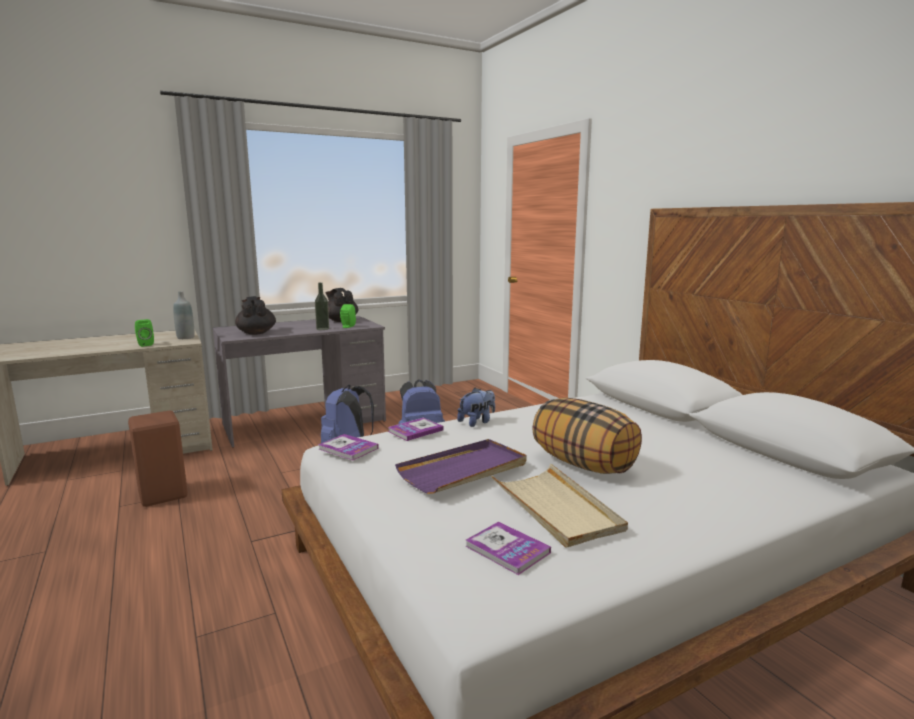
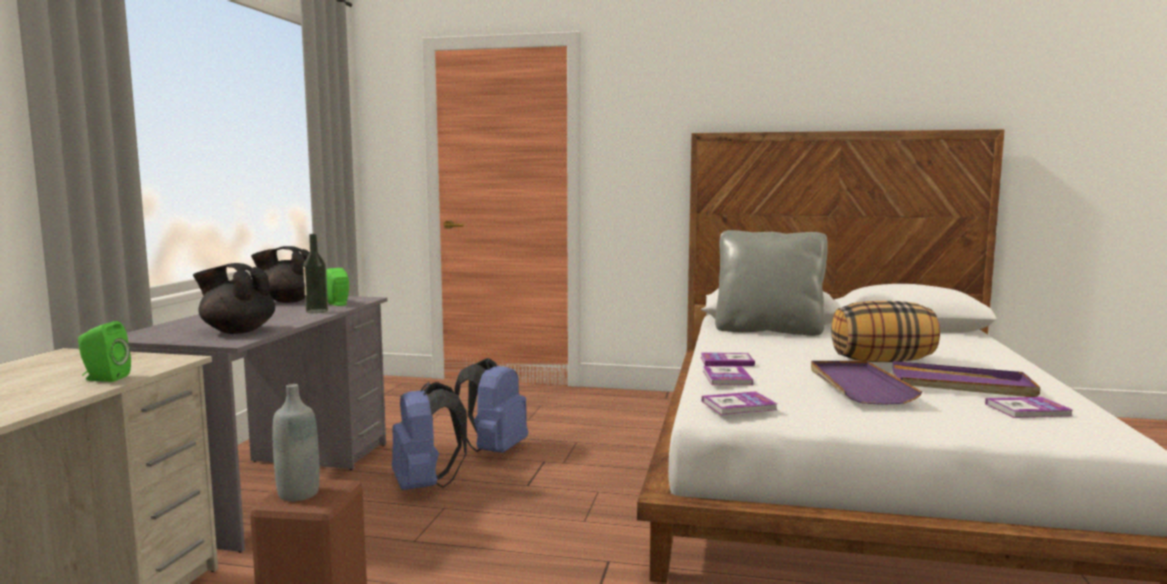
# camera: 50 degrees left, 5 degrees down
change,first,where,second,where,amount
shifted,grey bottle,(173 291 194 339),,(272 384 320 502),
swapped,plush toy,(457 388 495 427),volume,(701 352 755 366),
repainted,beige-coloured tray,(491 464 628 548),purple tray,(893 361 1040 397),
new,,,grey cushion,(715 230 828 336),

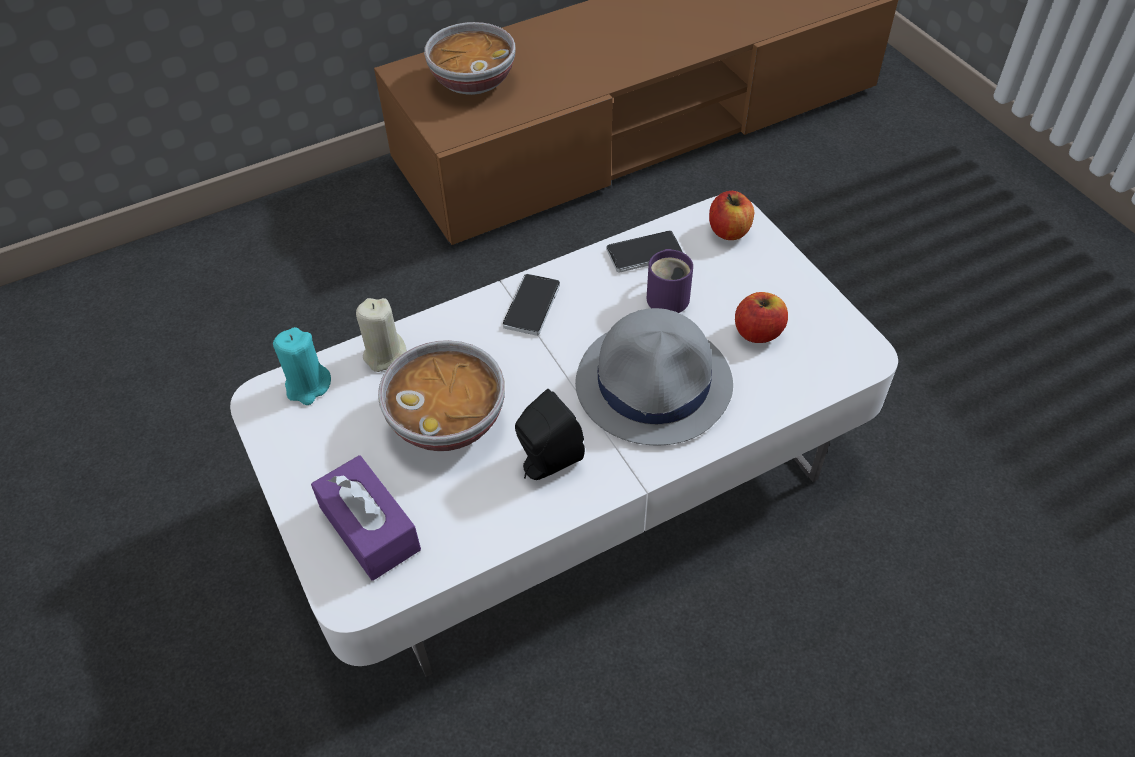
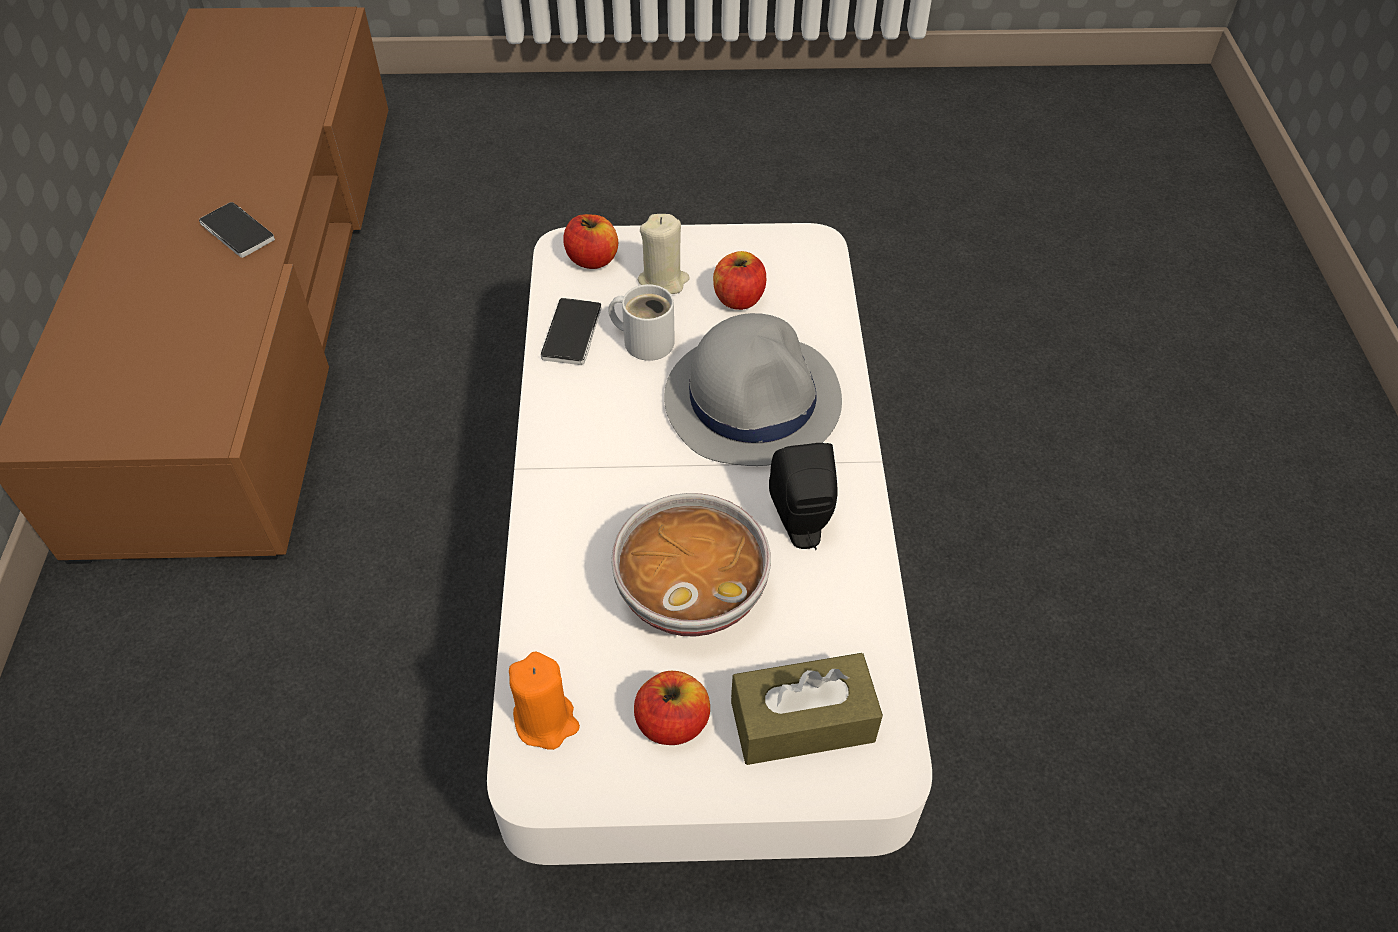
# camera: 65 degrees left, 0 degrees up
change,first,where,second,where,amount
gone,bowl,(424 22 516 95),,,
repainted,purple coffee mug,(647 249 693 313),white-coloured coffee mug,(608 284 675 361),
shifted,phone,(503 274 560 336),,(199 202 275 258),
shifted,beige-coloured wax light,(356 298 407 372),,(638 214 690 294),
repainted,turquoise-coloured wax light,(273 327 331 405),orange wax light,(509 652 580 750),
repainted,purple tissue box,(311 455 421 581),brown-coloured tissue box,(731 653 883 765),
new,,,apple fruit,(634 671 710 745),

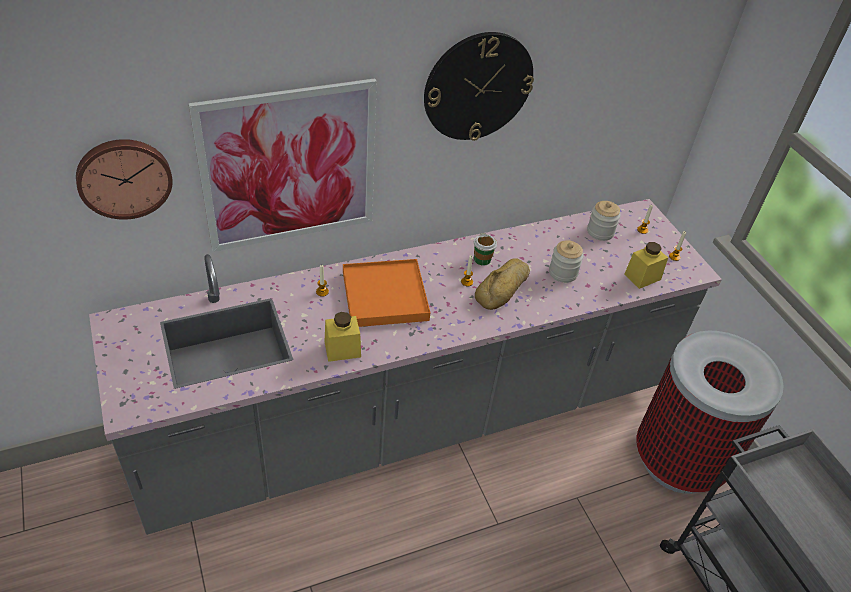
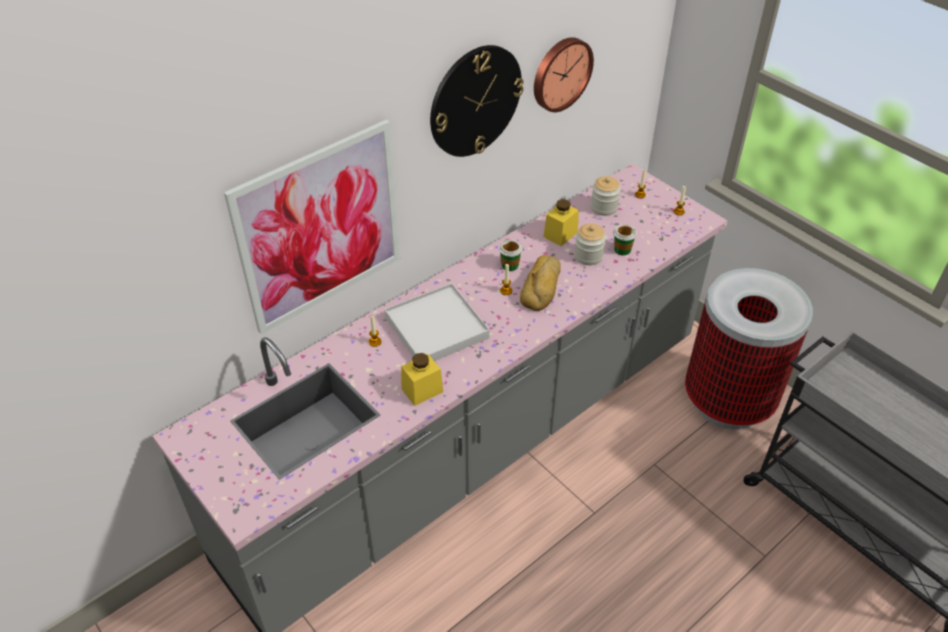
# camera: 15 degrees left, 0 degrees up
change,first,where,second,where,amount
shifted,wall clock,(76 139 173 220),,(534 37 594 112),
shifted,yellow-coloured jar,(624 242 668 289),,(544 199 579 246),
repainted,orange tray,(343 259 430 327),white-coloured tray,(384 283 490 361),
new,,,drinking cup,(613 224 637 256),

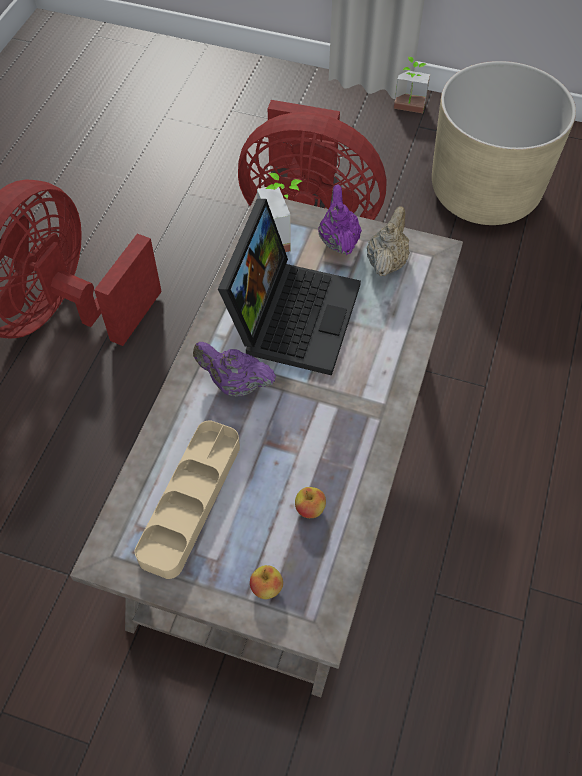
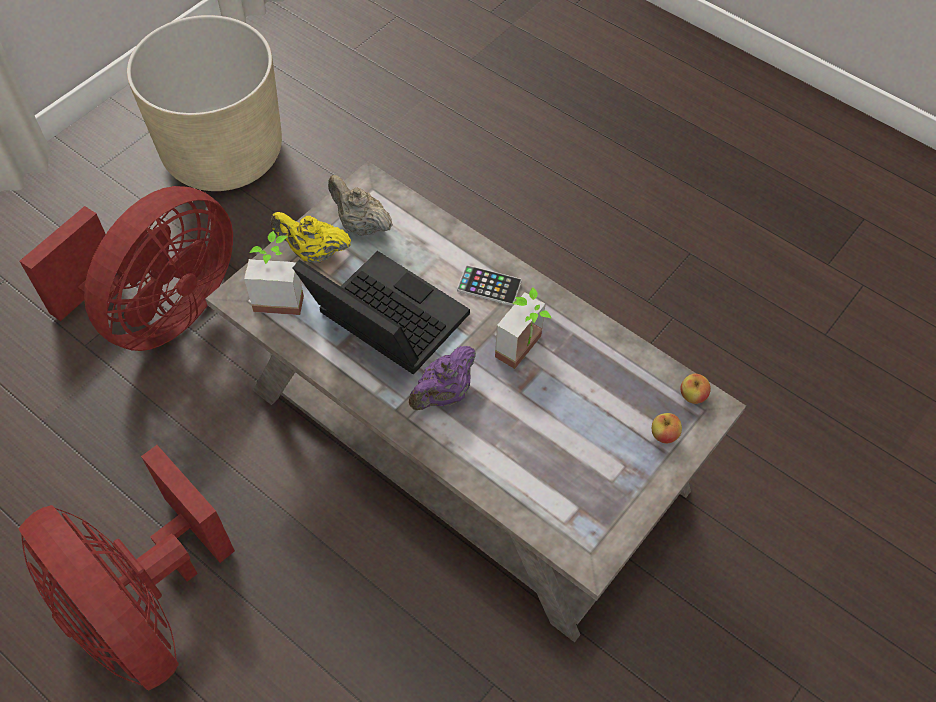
# camera: 70 degrees left, 0 degrees up
change,first,where,second,where,amount
shifted,plant in a pot,(394 57 430 113),,(495 287 551 369),
repainted,purple pot for tea,(318 185 362 255),yellow-coloured pot for tea,(271 212 351 263),
gone,beige-coloured tray,(135 420 240 579),,,
shifted,apple fruit,(295 487 326 518),,(680 374 711 404),
new,,,phone,(457 265 522 306),

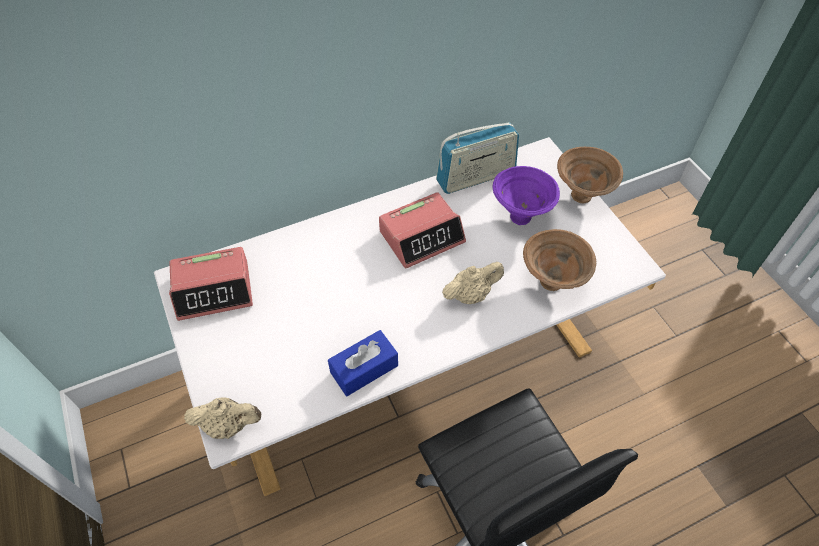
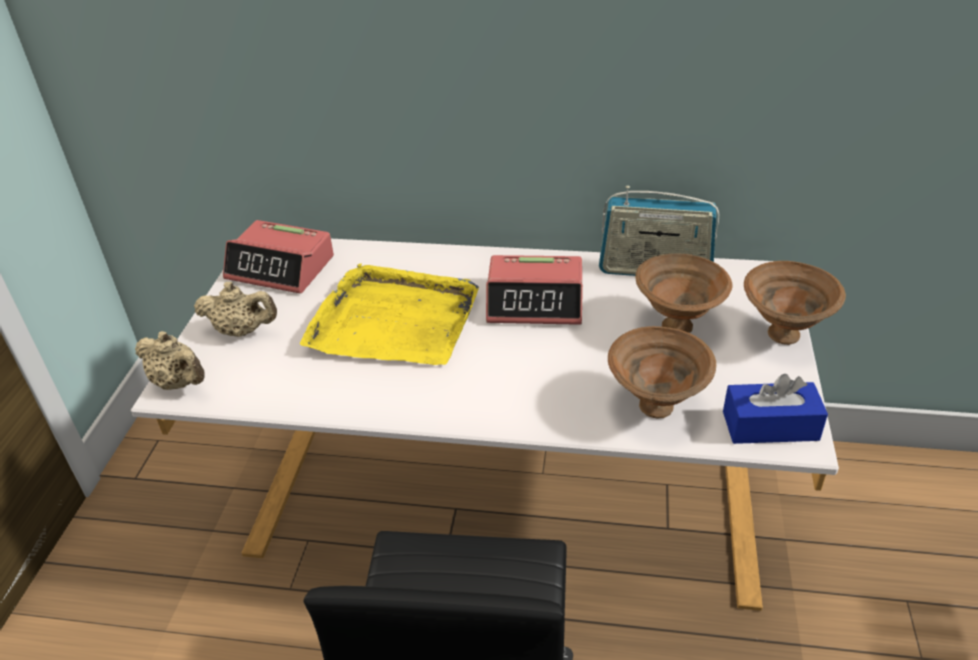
# camera: 35 degrees right, 15 degrees down
change,first,where,second,where,amount
repainted,purple bowl,(492 166 560 225),brown-coloured bowl,(635 253 733 333),
shifted,beige-coloured pot for tea,(442 262 504 304),,(194 282 277 337),
shifted,bluish tissue box,(328 330 398 396),,(723 374 828 444),
new,,,yellow-coloured tray,(300 263 479 365),

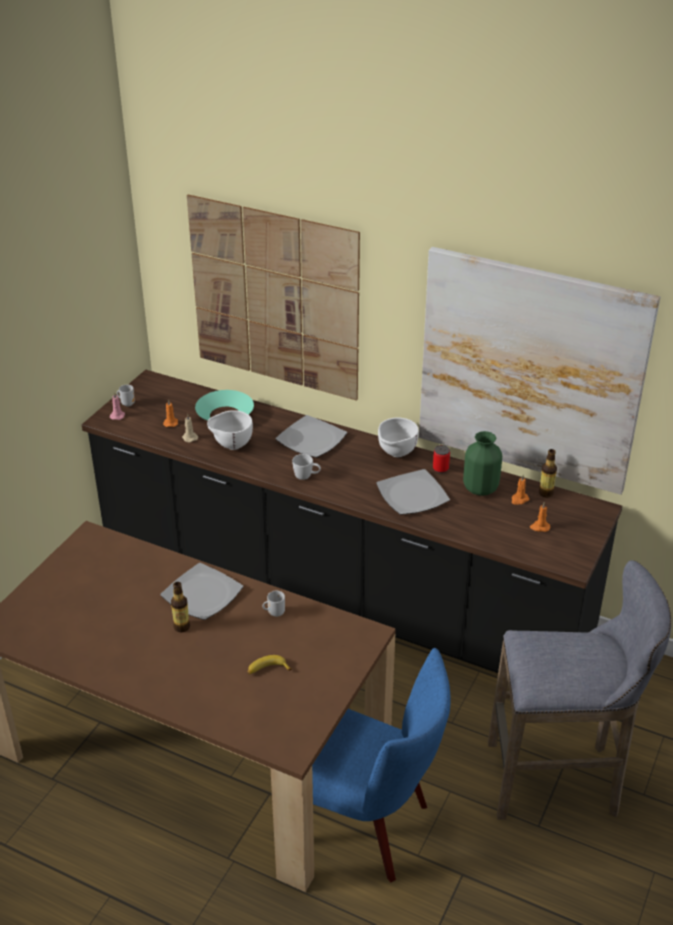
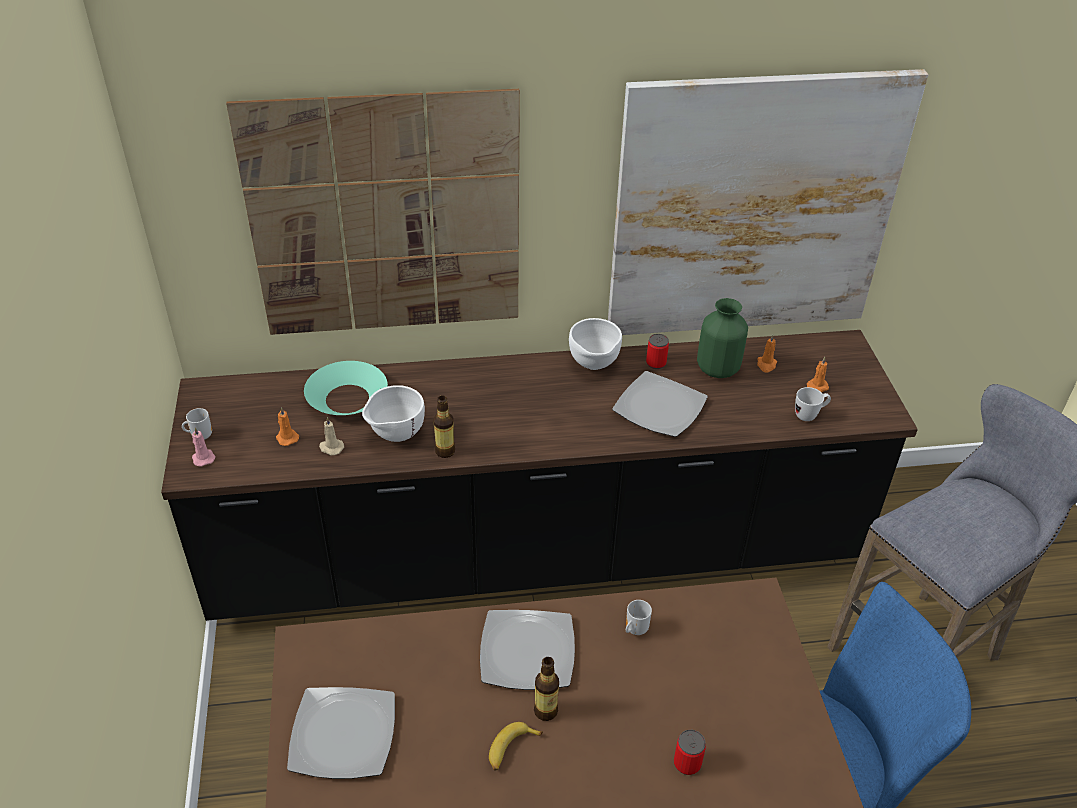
# camera: 35 degrees left, 5 degrees up
change,first,where,second,where,amount
shifted,flat dish,(275 415 347 458),,(287 687 395 779),
shifted,bottle,(539 449 557 498),,(433 396 455 458),
shifted,white-coloured coffee mug,(292 454 321 480),,(795 387 831 421),
shifted,banana,(247 655 292 675),,(489 722 543 771),
new,,,metal can,(674 730 706 775),

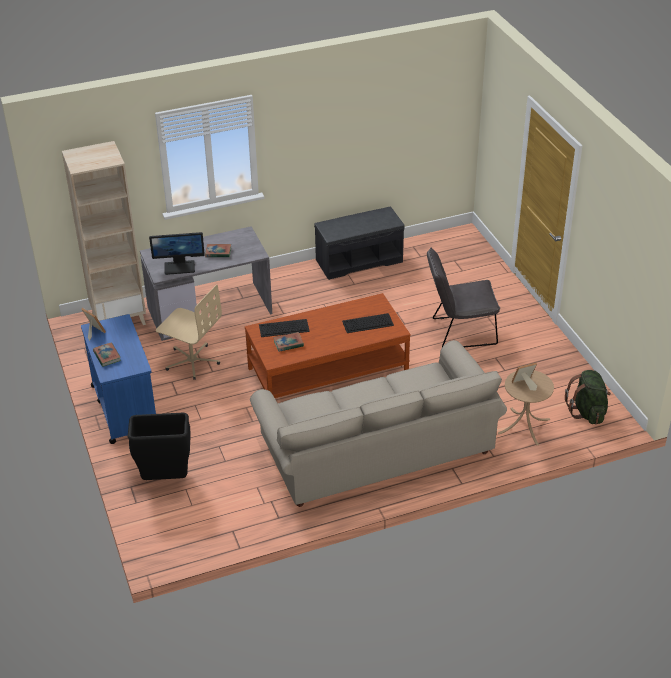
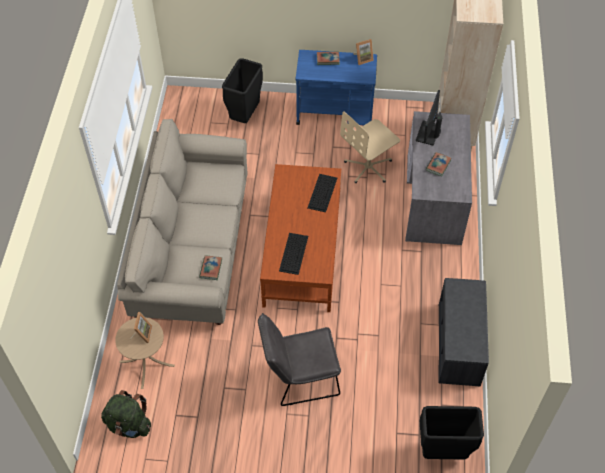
# camera: 115 degrees right, 15 degrees up
change,first,where,second,where,amount
rotated,grey plain chair,(427 247 500 347),,(258 313 341 406),120 degrees counterclockwise
shifted,volume,(273 332 304 352),,(199 255 222 280),
new,,,blackish waste bin,(420 406 484 460),

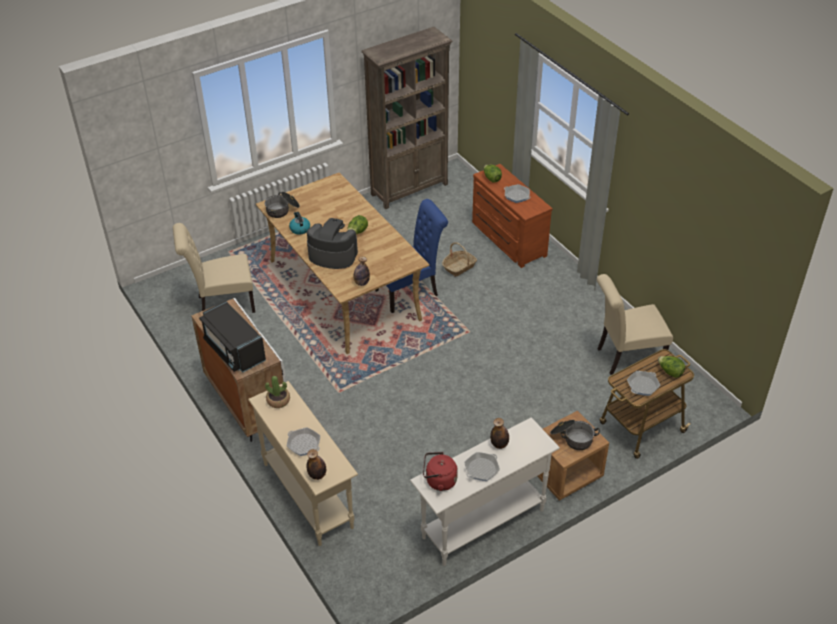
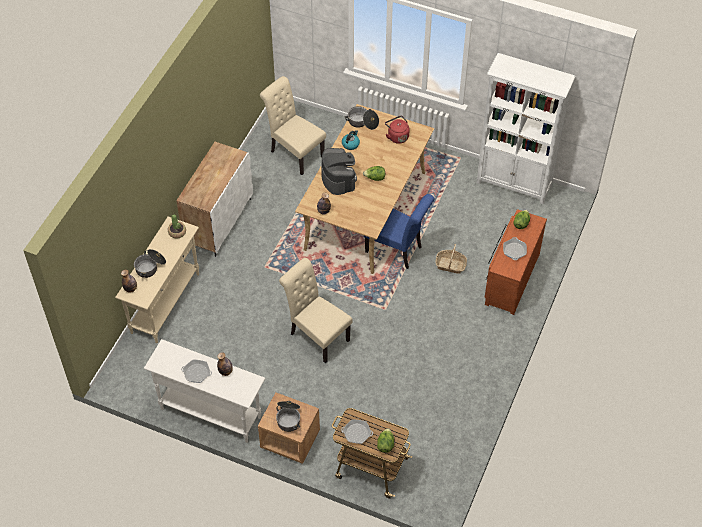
# camera: 55 degrees right, 10 degrees up
change,first,where,second,where,amount
repainted,brown-coloured shelving unit,(361 27 453 209),white-coloured shelving unit,(476 53 576 204),
shifted,beige-coloured plain chair,(597 274 673 375),,(279 258 353 363),
gone,blackish kitchen microwave,(199 301 266 373),,,
swapped,frying pan,(287 427 320 456),saucepot,(134 249 166 278),
shifted,red water kettle,(423 452 458 491),,(385 116 409 144),

